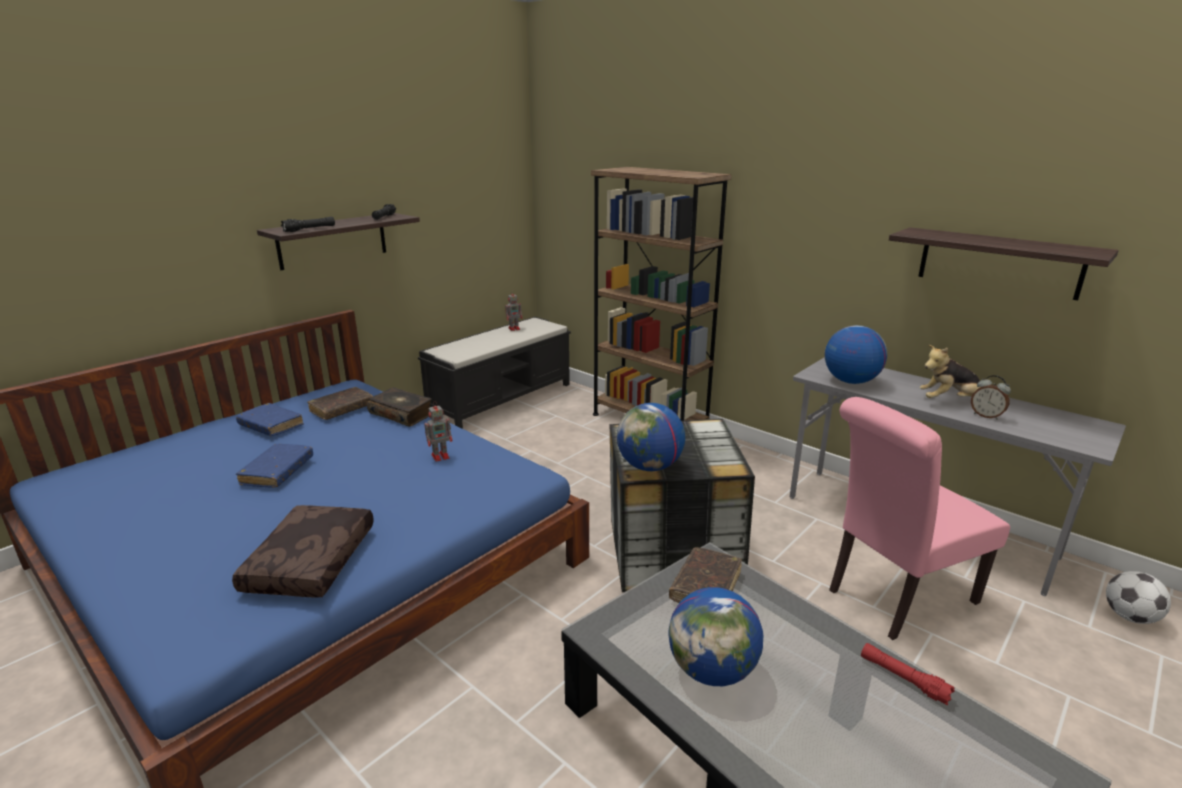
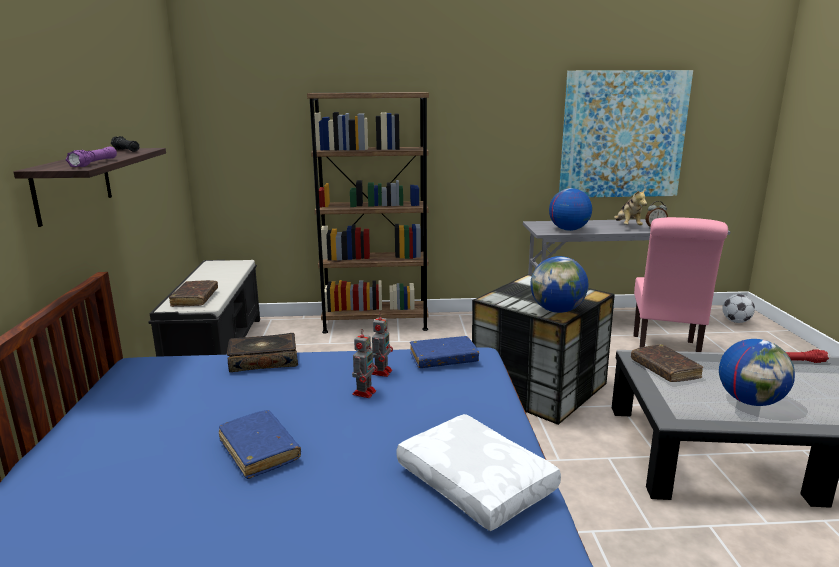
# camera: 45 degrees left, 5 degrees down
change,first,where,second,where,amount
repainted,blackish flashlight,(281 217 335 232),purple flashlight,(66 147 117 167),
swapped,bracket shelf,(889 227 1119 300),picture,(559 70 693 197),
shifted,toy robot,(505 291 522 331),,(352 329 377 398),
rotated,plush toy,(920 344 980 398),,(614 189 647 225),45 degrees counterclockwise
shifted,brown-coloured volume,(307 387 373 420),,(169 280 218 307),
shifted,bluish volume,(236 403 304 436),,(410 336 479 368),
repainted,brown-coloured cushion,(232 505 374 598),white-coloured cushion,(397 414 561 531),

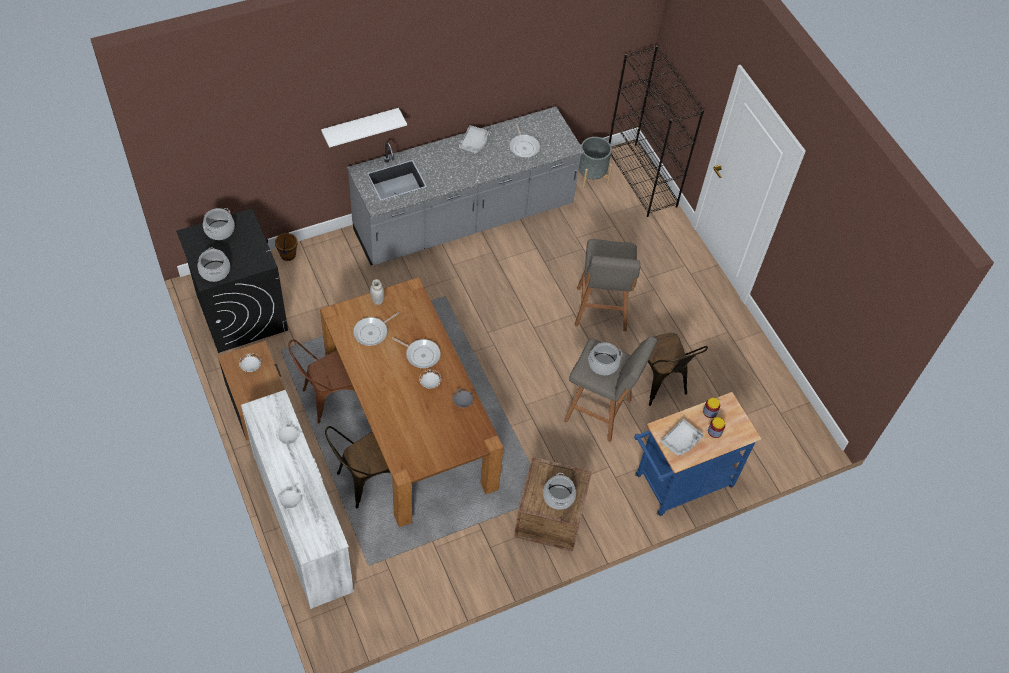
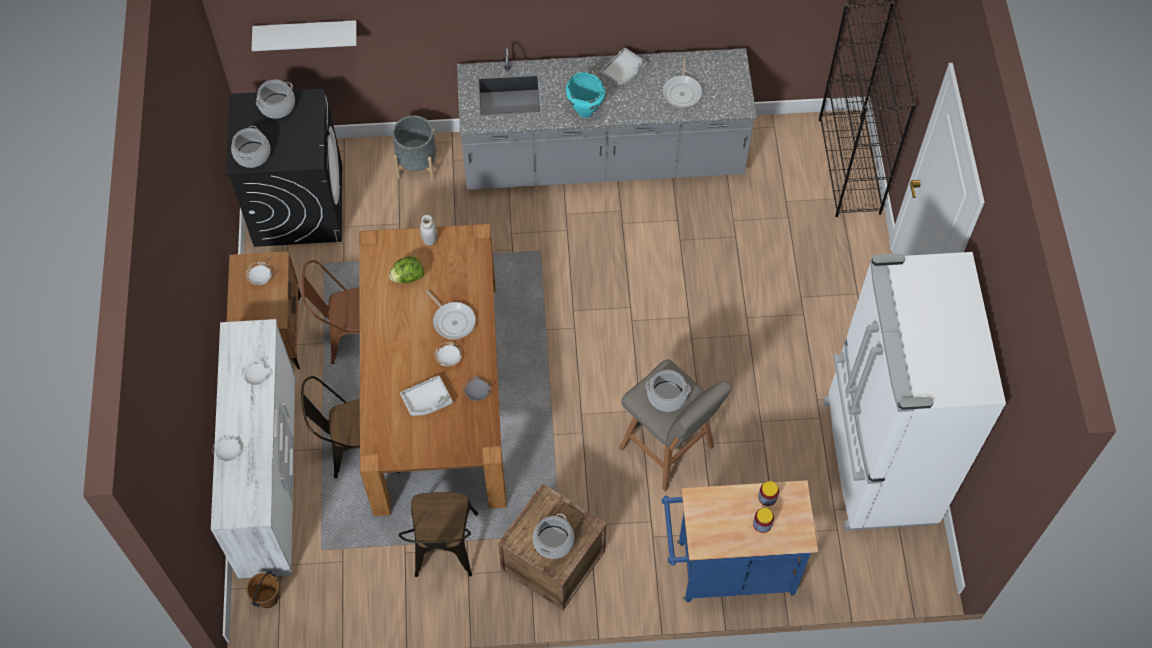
# camera: 25 degrees right, 5 degrees up
change,first,where,second,where,amount
shifted,white-coloured bracket shelf,(321 108 407 148),,(252 20 357 51),
shifted,grey flower pot,(579 137 612 189),,(392 116 438 180),
shifted,brown-coloured pail,(275 230 298 261),,(246 571 279 608),
gone,grey stool,(575 239 640 331),,,
swapped,frying pan,(353 312 399 346),head of lettuce,(389 257 424 283),
shifted,brown-coloured plain chair,(640 333 708 406),,(399 492 478 577),
shifted,grey tray,(661 419 704 456),,(400 376 453 416),
new,,,turquoise-coloured saucepot,(566 72 605 118),
new,,,white-coloured kitchen fridge,(823 252 1006 531),

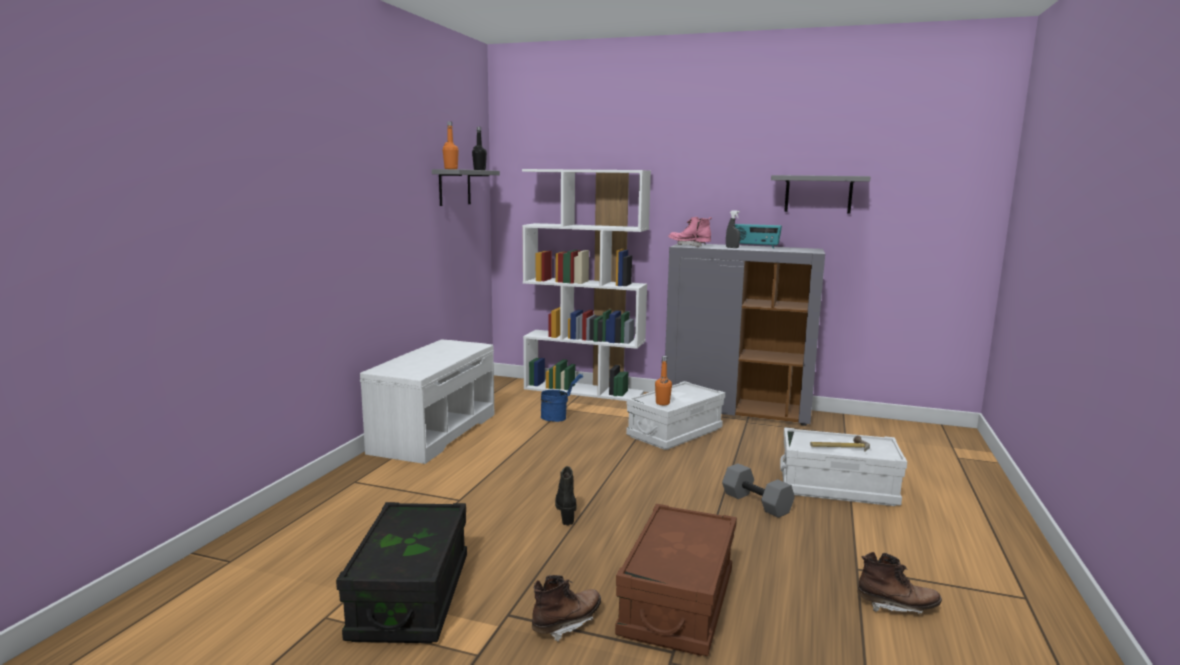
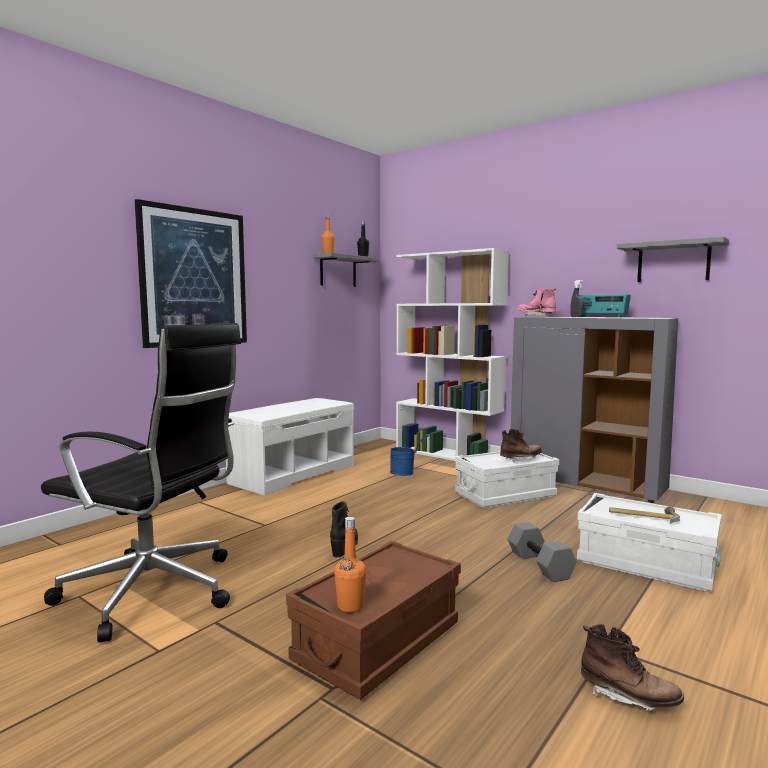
# camera: 20 degrees right, 5 degrees down
change,first,where,second,where,amount
shifted,orange bottle,(655 356 672 405),,(334 517 366 613),
swapped,blackish storage box,(336 502 467 643),blackish computer chair,(41 323 241 642),
shifted,brown-coloured tall boot,(532 575 601 642),,(500 429 542 463),
new,,,picture,(135 199 247 348),

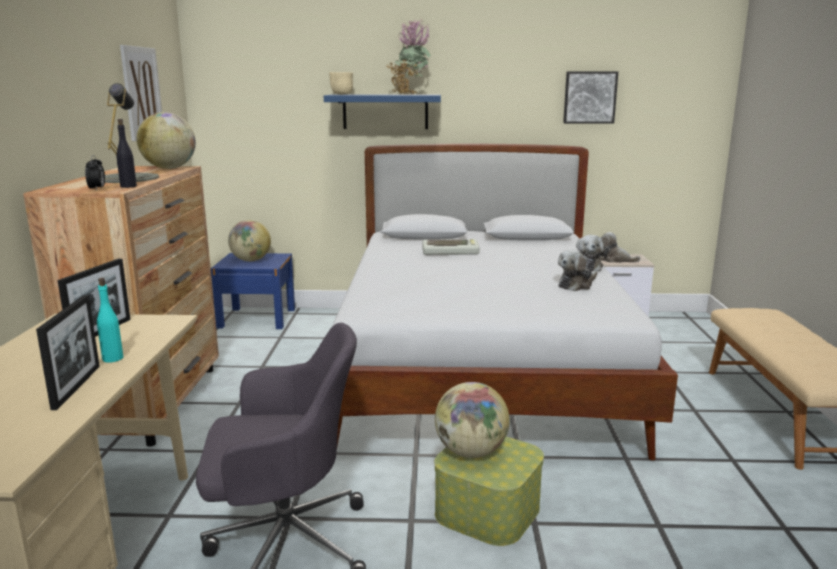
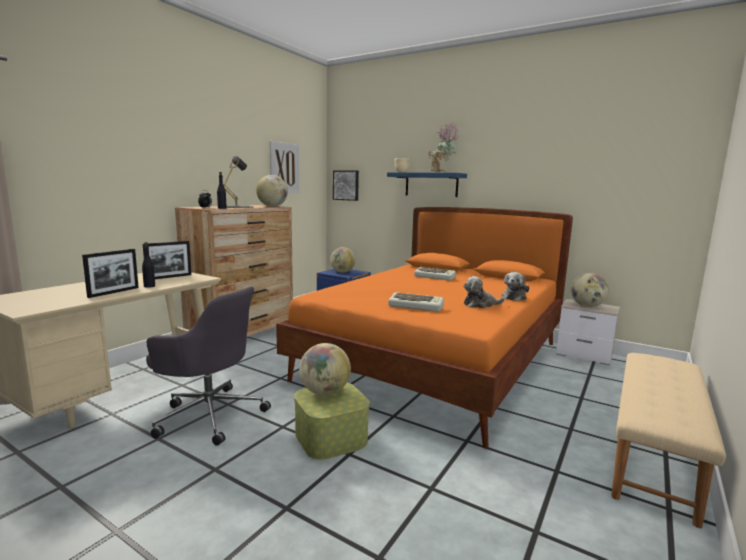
# camera: 30 degrees right, 5 degrees down
change,first,where,second,where,amount
shifted,picture,(563 72 618 124),,(333 171 359 201),
repainted,white-coloured sleeping bed,(332 143 678 460),orange sleeping bed,(276 207 573 449),
swapped,plush toy,(600 232 640 263),desk globe,(571 273 609 307),
repainted,turquoise-coloured bottle,(97 278 123 363),blackish bottle,(142 242 155 288),
new,,,PC keyboard,(388 292 444 312),

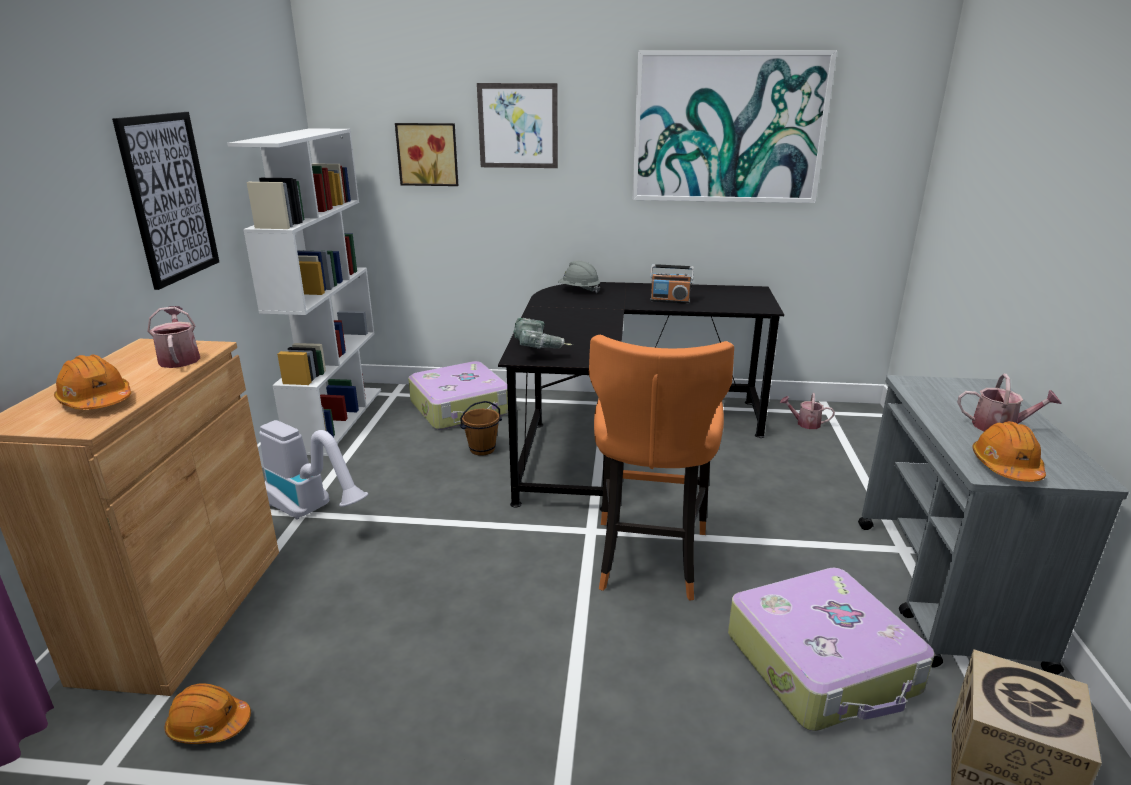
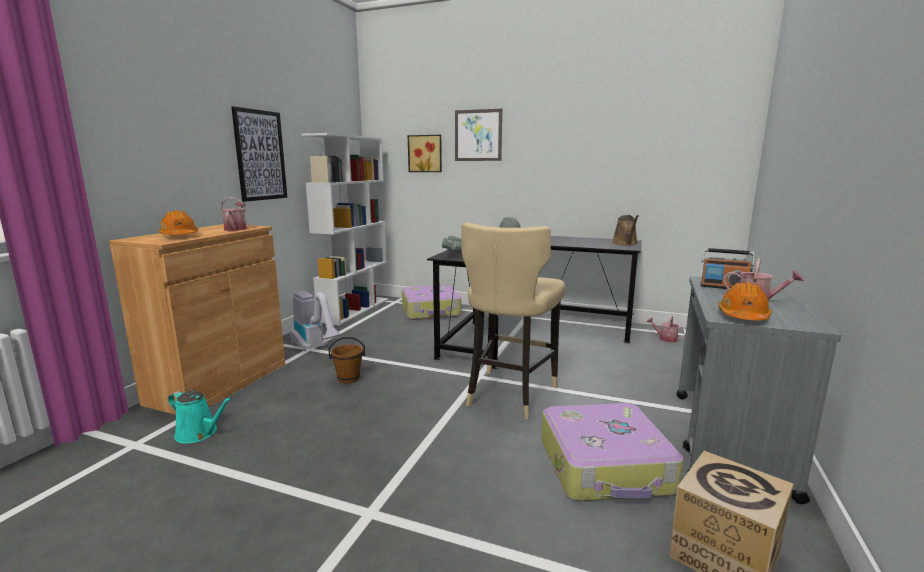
# camera: 15 degrees right, 10 degrees down
change,first,where,second,where,amount
gone,picture,(633 50 837 203),,,
shifted,radio set,(650 264 694 304),,(701 248 755 289),
repainted,orange stool,(589 335 734 601),beige-coloured stool,(461 222 565 419),
shifted,brown-coloured pail,(460 401 502 456),,(328 337 366 383),
swapped,orange work helmet,(165 683 251 744),turquoise-coloured watering can,(168 391 232 444),
new,,,brown-coloured watering can,(612 215 638 246),

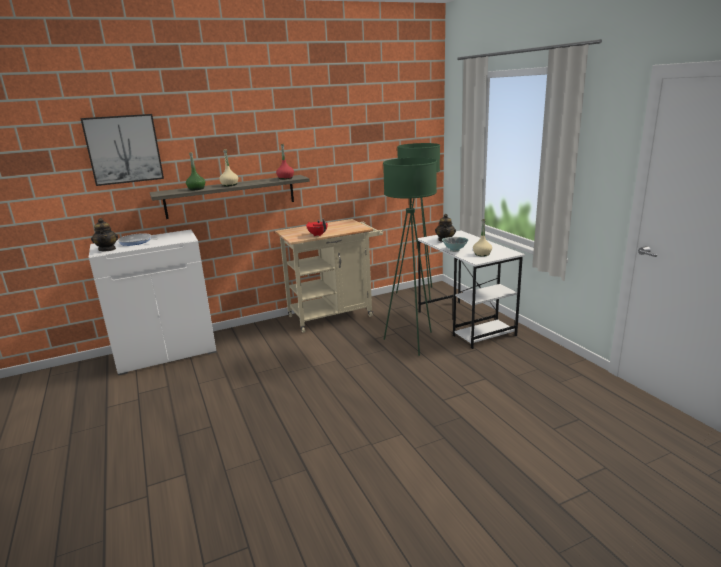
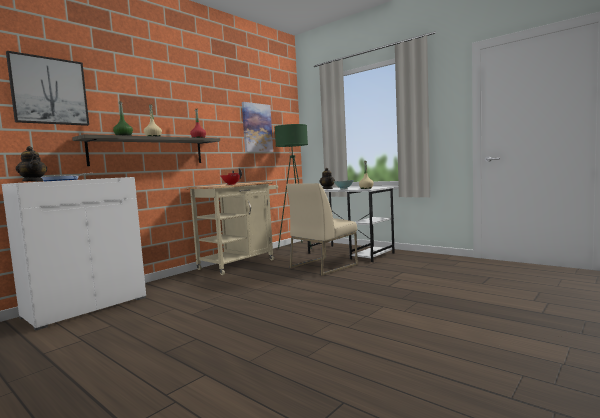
# camera: 25 degrees left, 15 degrees down
change,first,where,second,where,amount
swapped,greenish standard lamp,(383 158 437 356),beige-coloured plain chair,(286 183 358 276),
new,,,picture,(242 102 273 152),

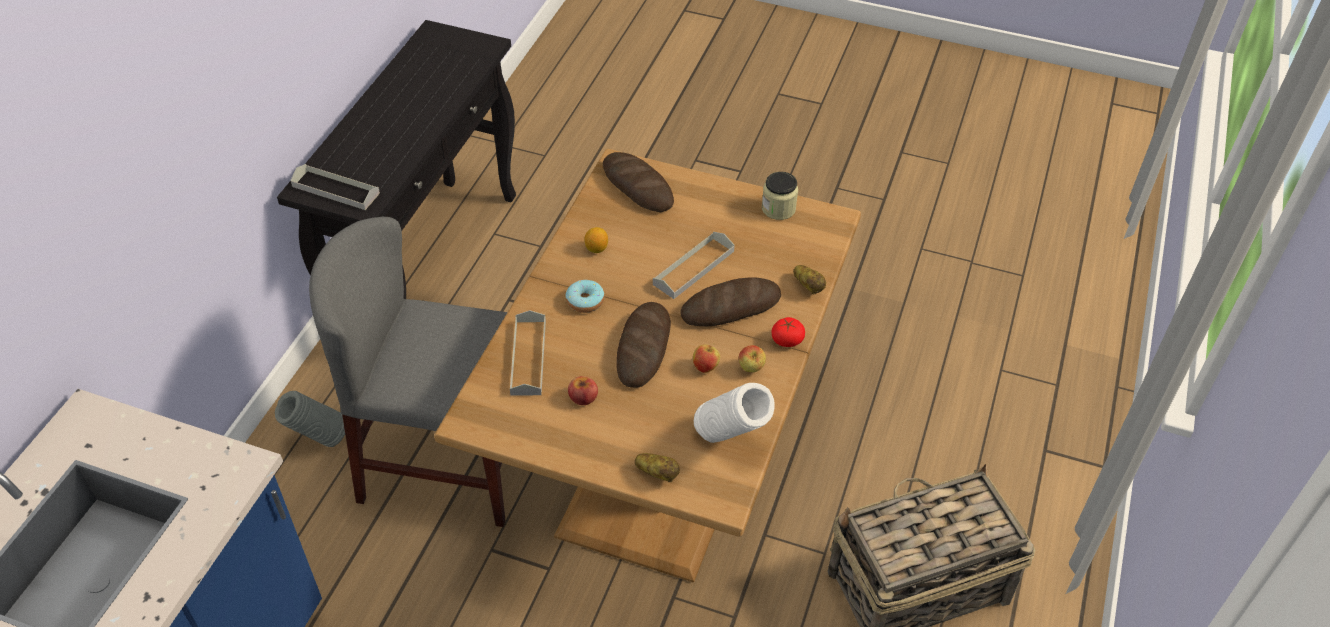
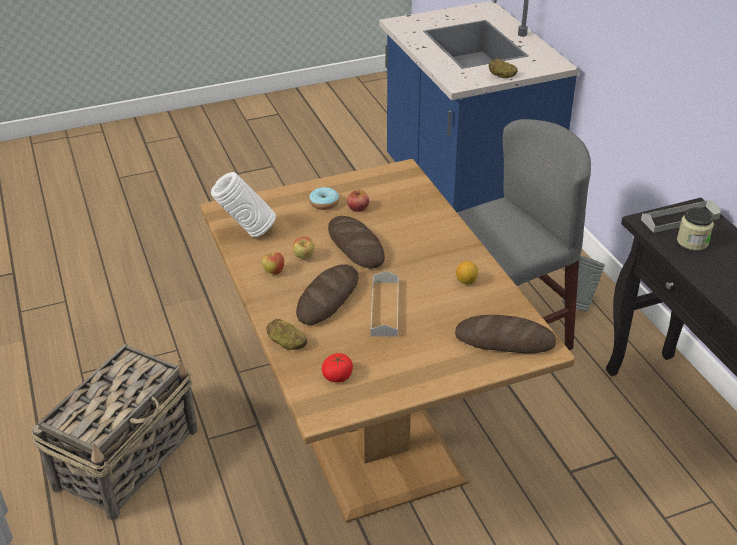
# camera: 140 degrees right, 10 degrees down
change,first,where,second,where,amount
shifted,jar,(762 172 798 220),,(677 207 714 251),
shifted,ring doughnut,(565 280 604 313),,(309 187 339 210),
gone,grey tray,(510 310 546 396),,,
shifted,fresh tomato,(772 317 805 347),,(322 353 353 383),
shifted,whole potato,(635 453 680 482),,(489 59 517 78),

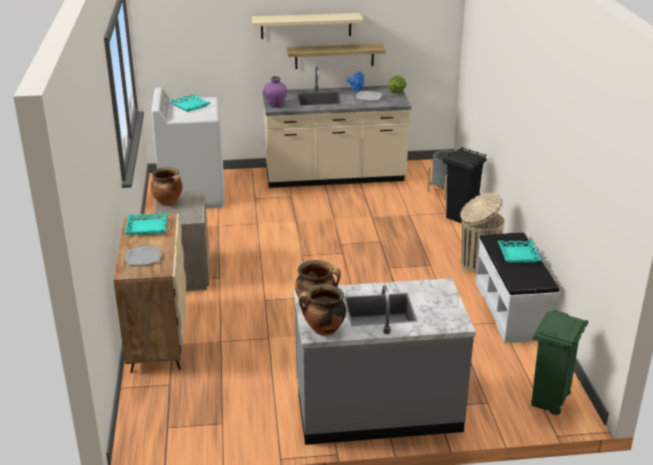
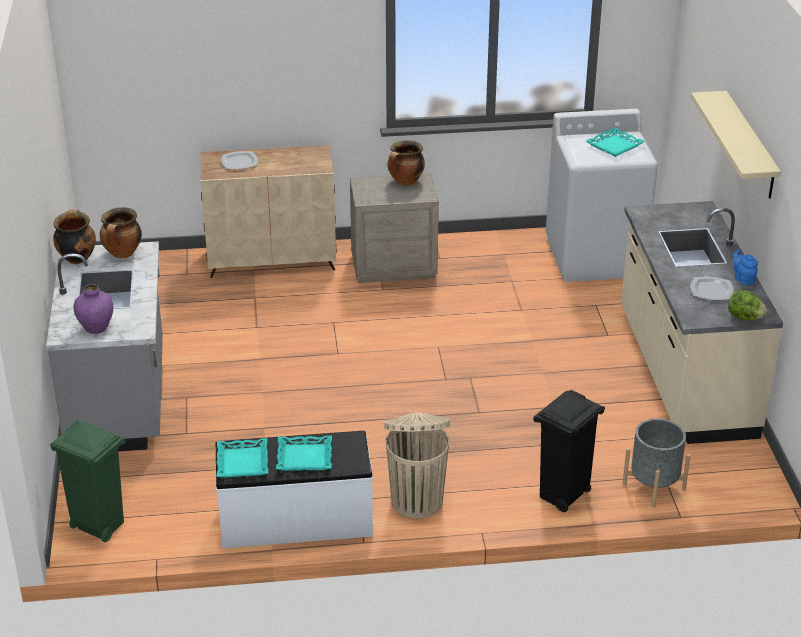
# camera: 90 degrees right, 5 degrees up
change,first,where,second,where,amount
gone,bracket shelf,(287 44 386 69),,,
shifted,purple vase,(264 76 287 107),,(73 284 113 334),
shifted,turquoise-coloured tray,(124 213 168 235),,(217 438 268 478),

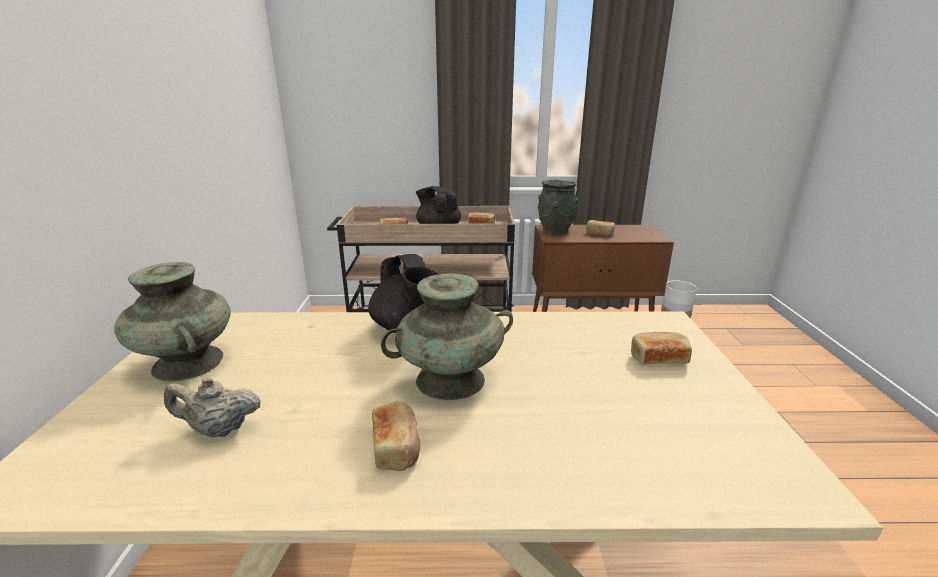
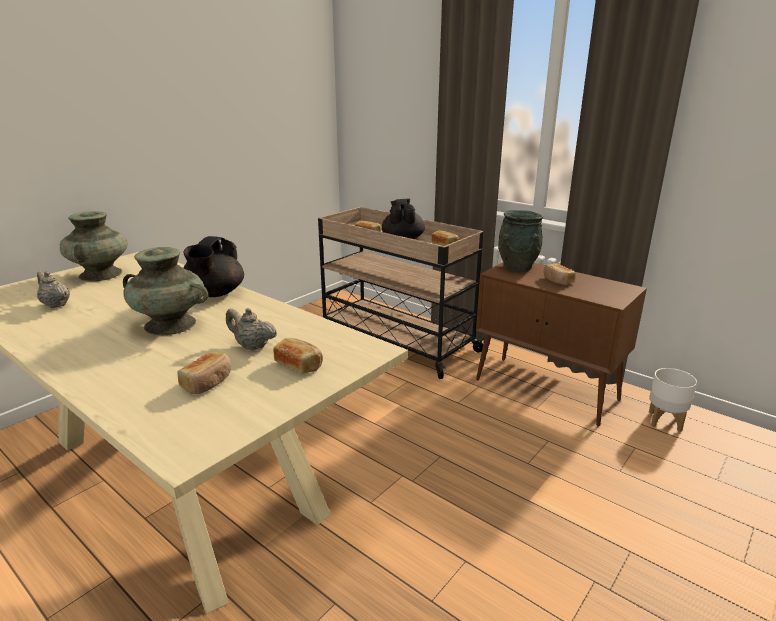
# camera: 40 degrees right, 0 degrees up
change,first,where,second,where,amount
shifted,bakery bread,(372 402 420 471),,(178 352 231 394),
new,,,beige-coloured pot for tea,(226 308 277 350),

